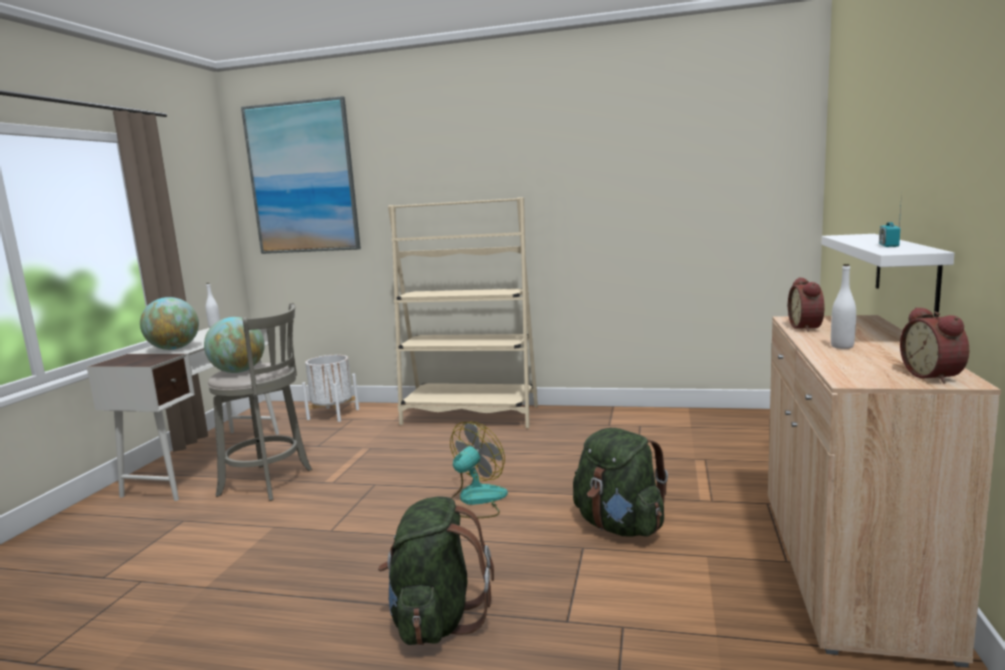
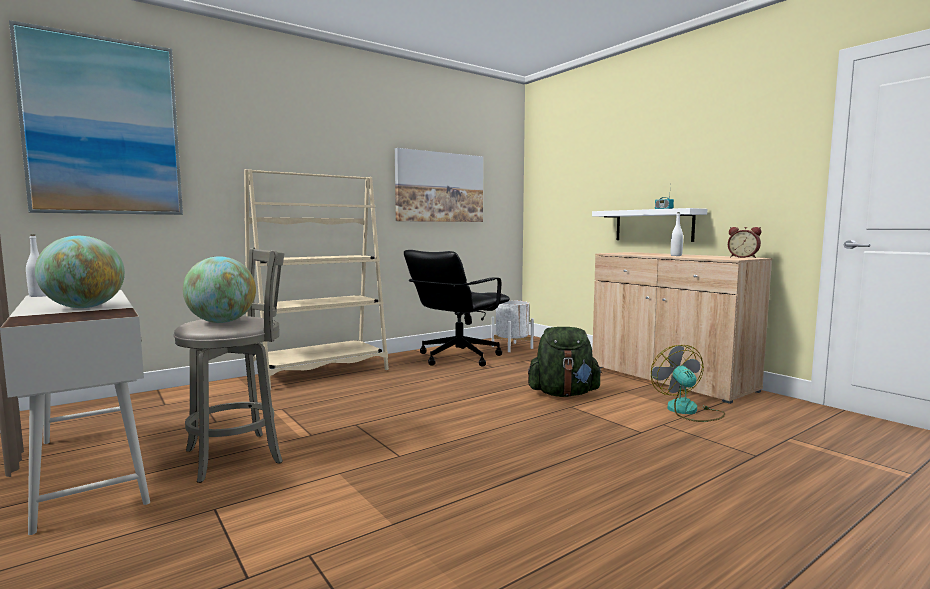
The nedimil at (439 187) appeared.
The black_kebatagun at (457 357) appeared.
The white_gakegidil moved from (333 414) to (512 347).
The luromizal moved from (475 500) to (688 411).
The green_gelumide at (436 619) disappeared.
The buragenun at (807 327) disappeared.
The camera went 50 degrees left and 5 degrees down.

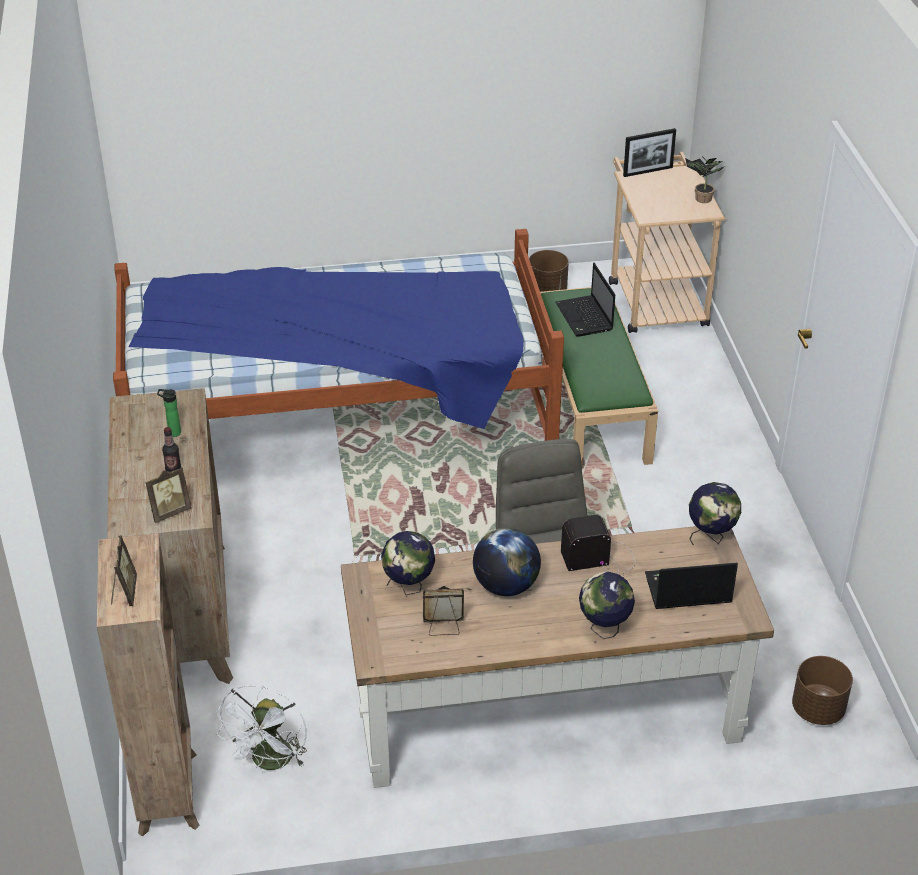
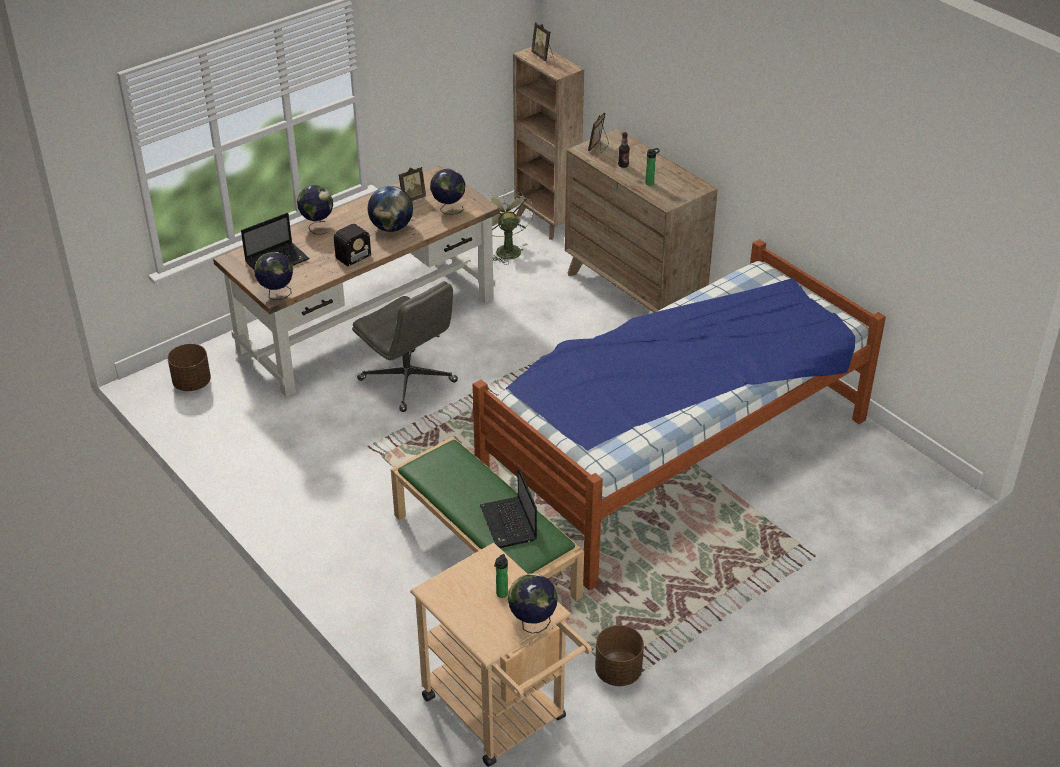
The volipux at (585 318) turned 150 degrees counterclockwise.
The white_luromizal at (270 763) became the green_luromizal at (506 249).
The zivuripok at (501 595) appeared.
The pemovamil at (648 171) was replaced by the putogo at (532 624).
The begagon at (701 199) disappeared.
The camera went 150 degrees right and 0 degrees up.

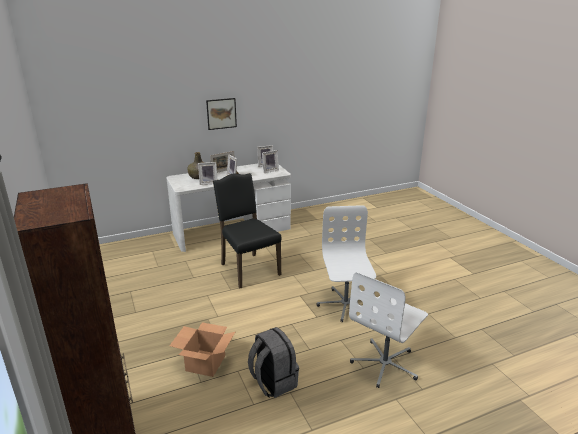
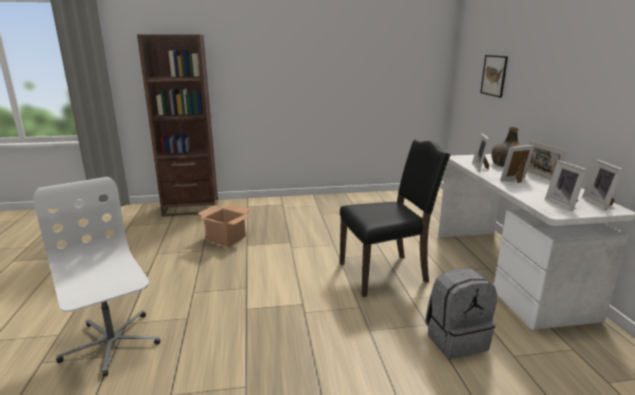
The grey_gelumide moved from (273 382) to (455 339).
The nedimil moved from (221 113) to (494 75).
The white_kebatagun at (345 305) disappeared.
The camera went 105 degrees right and 5 degrees down.

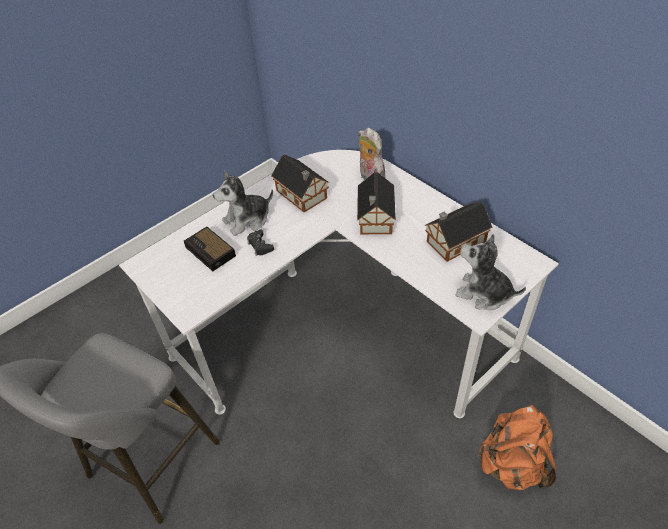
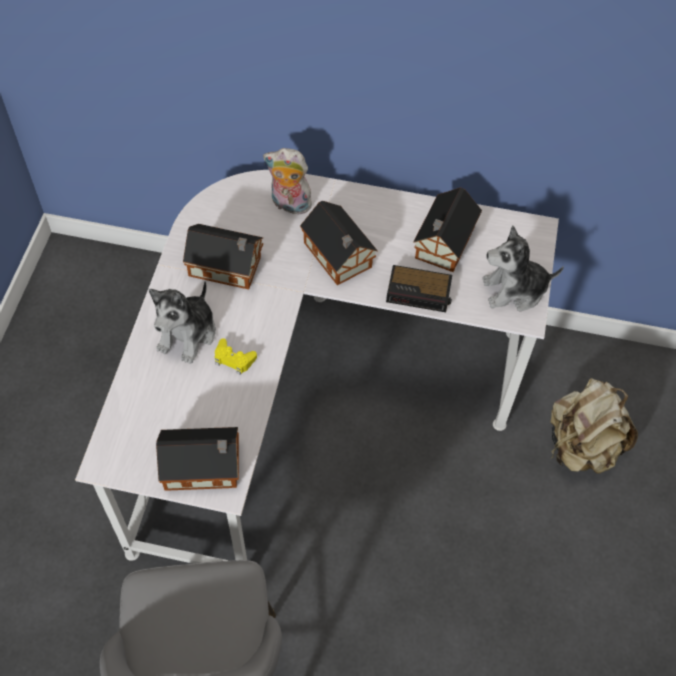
The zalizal at (204 468) appeared.
The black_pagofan at (260 245) became the yellow_pagofan at (234 359).
The buragenun moved from (211 252) to (420 292).
The orange_gelumide at (512 464) became the beige_gelumide at (581 446).
The camera went 40 degrees left and 10 degrees up.

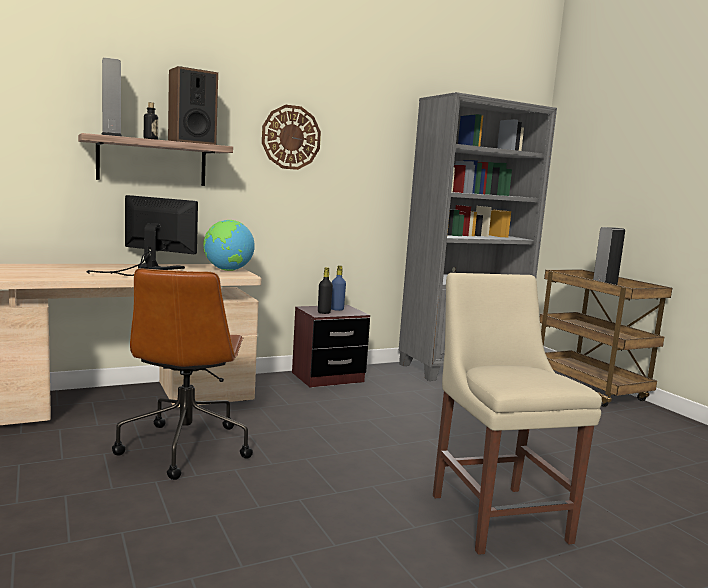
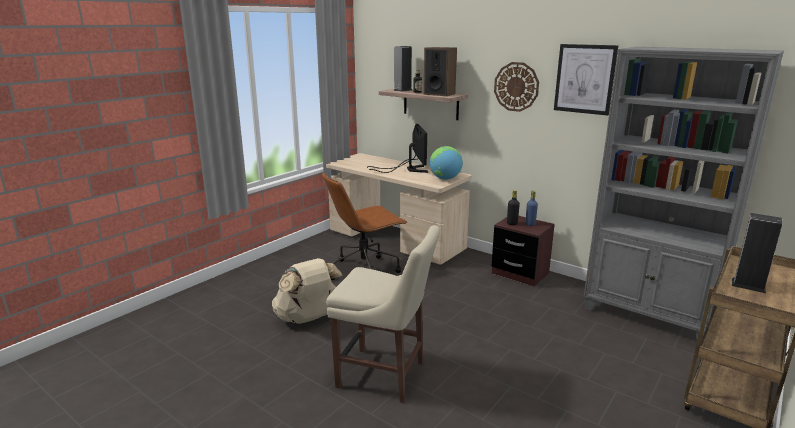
The beige_gelumide at (308 318) appeared.
The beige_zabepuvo at (496 514) turned 60 degrees clockwise.
The nedimil at (584 79) appeared.
The camera went 65 degrees right and 10 degrees up.

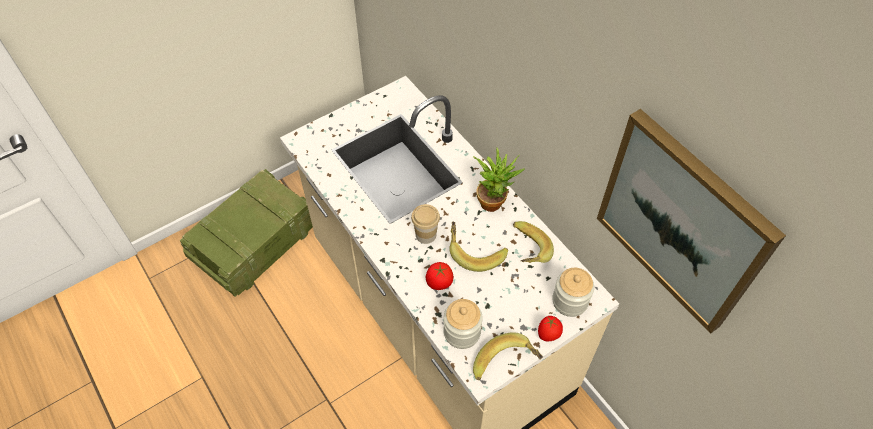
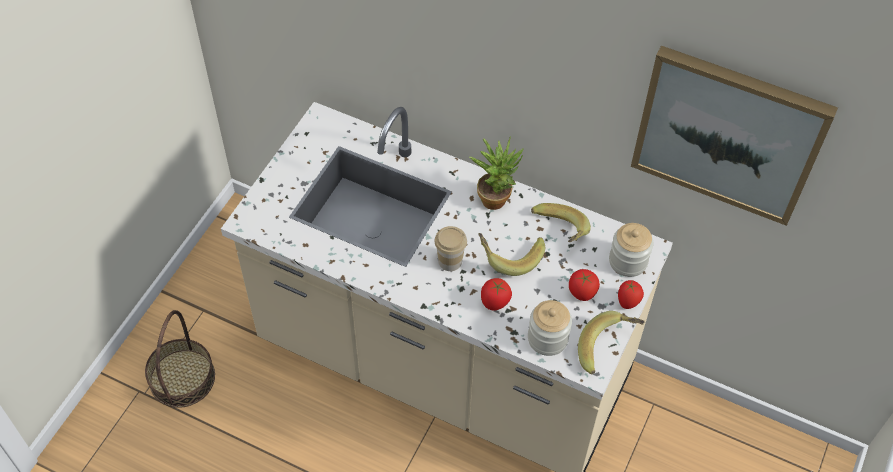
The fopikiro at (256 242) was replaced by the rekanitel at (182 378).
The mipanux at (581 292) appeared.
The camera went 30 degrees left and 0 degrees up.

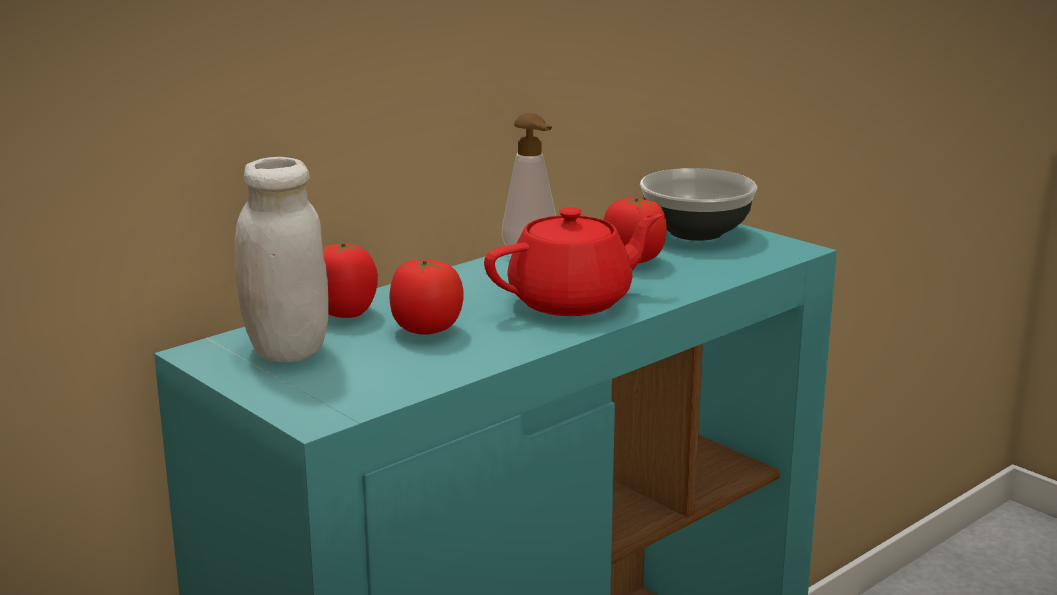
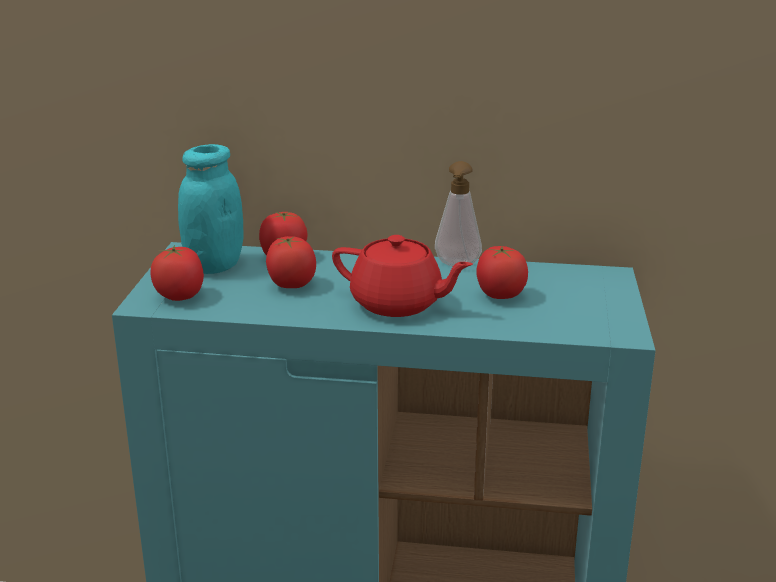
The mipanux at (180 296) appeared.
The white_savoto at (286 350) became the turquoise_savoto at (214 265).
The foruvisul at (695 232) disappeared.
The camera went 50 degrees right and 5 degrees up.

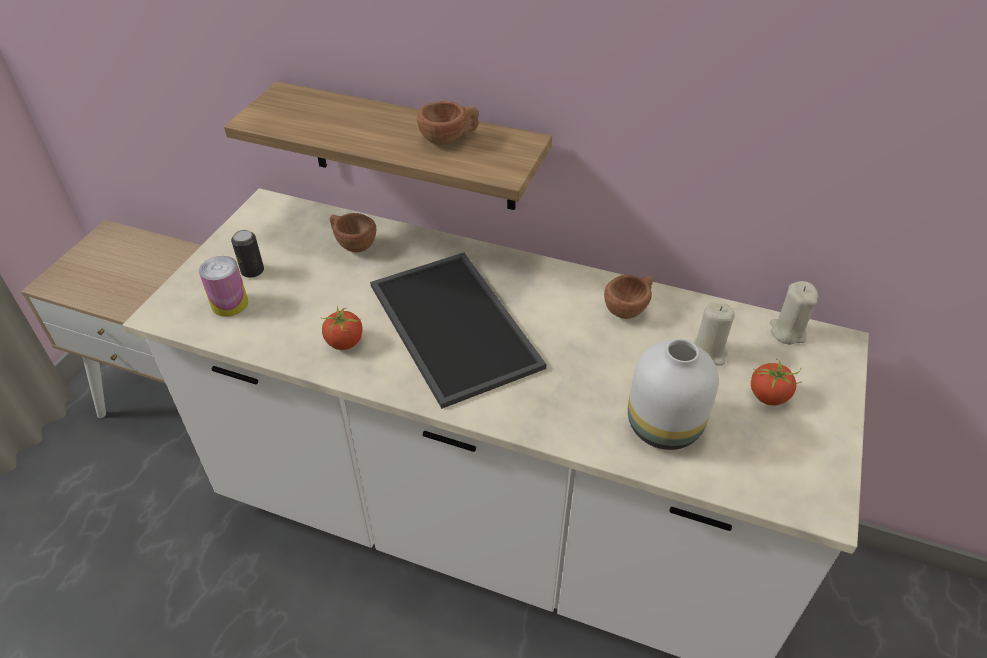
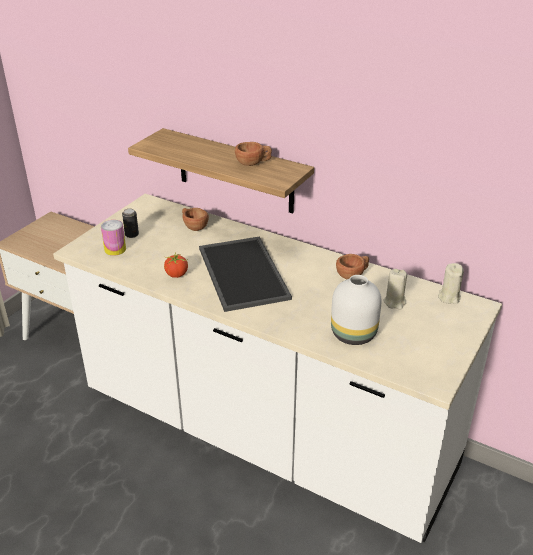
The mipanux at (768 396) disappeared.
The camera went 10 degrees right and 10 degrees down.

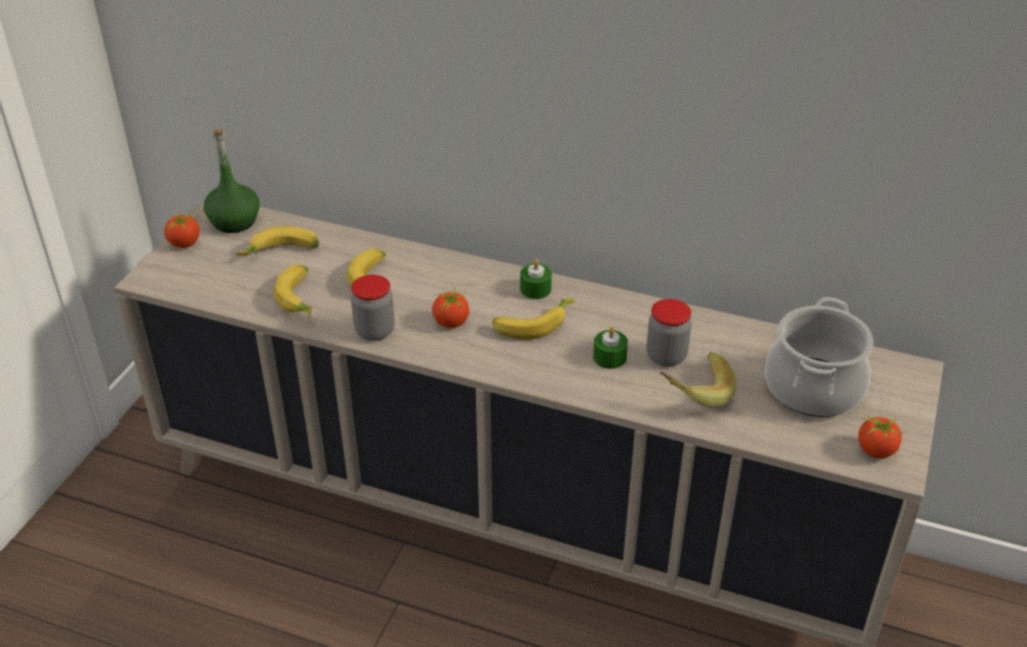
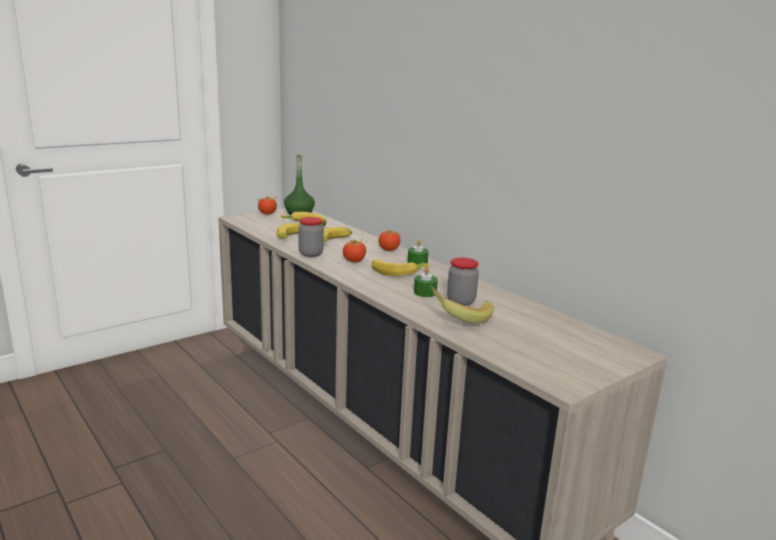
The mipanux moved from (876 450) to (389 249).
The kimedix at (814 388) disappeared.
The camera went 30 degrees right and 20 degrees down.

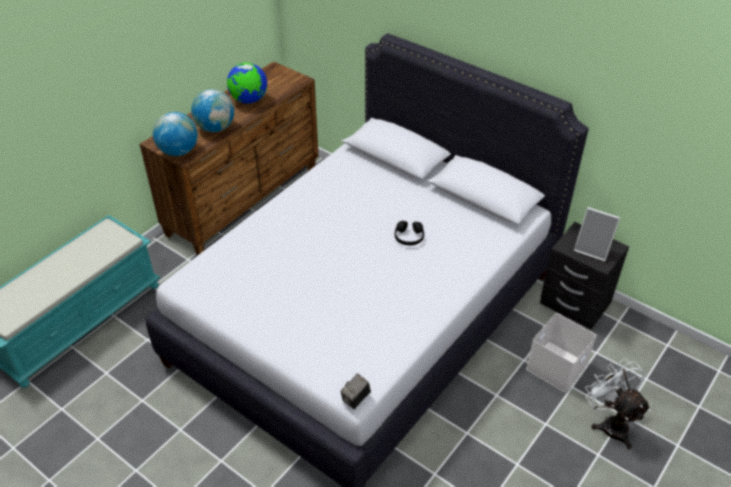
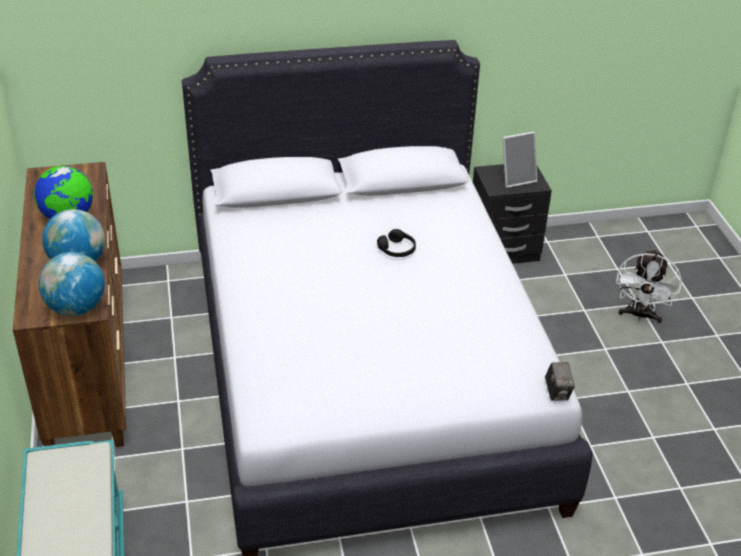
The white_luromizal at (610 423) turned 90 degrees counterclockwise.
The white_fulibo at (556 365) disappeared.
The camera went 50 degrees left and 5 degrees down.

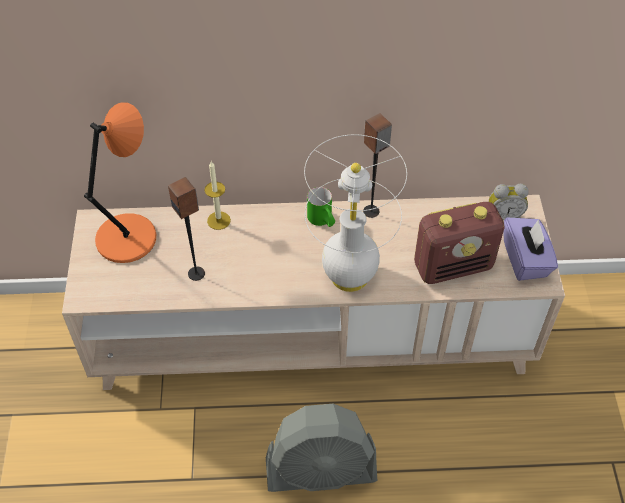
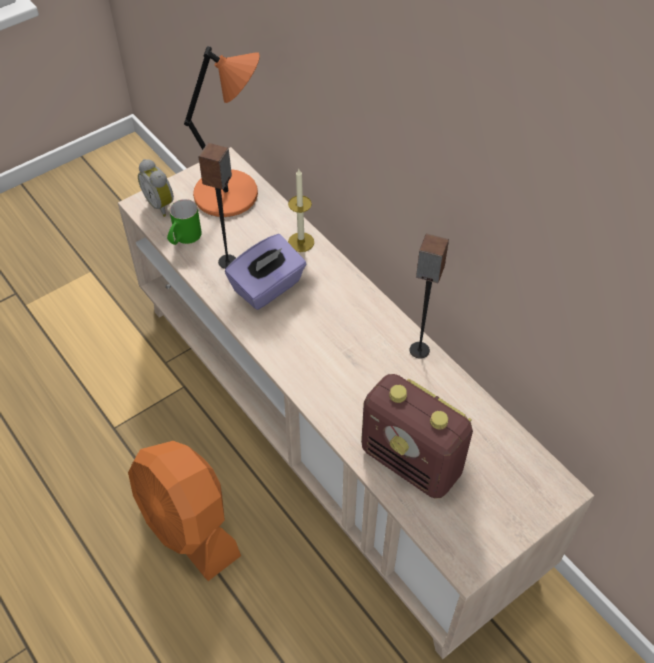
The grey_luromizal at (321 471) became the orange_luromizal at (188 526).
The buragenun moved from (503 215) to (161 204).
The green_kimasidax moved from (322 221) to (184 239).
The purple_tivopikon moved from (525 260) to (268 287).
The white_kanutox at (349 275) disappeared.
The camera went 55 degrees right and 0 degrees up.

